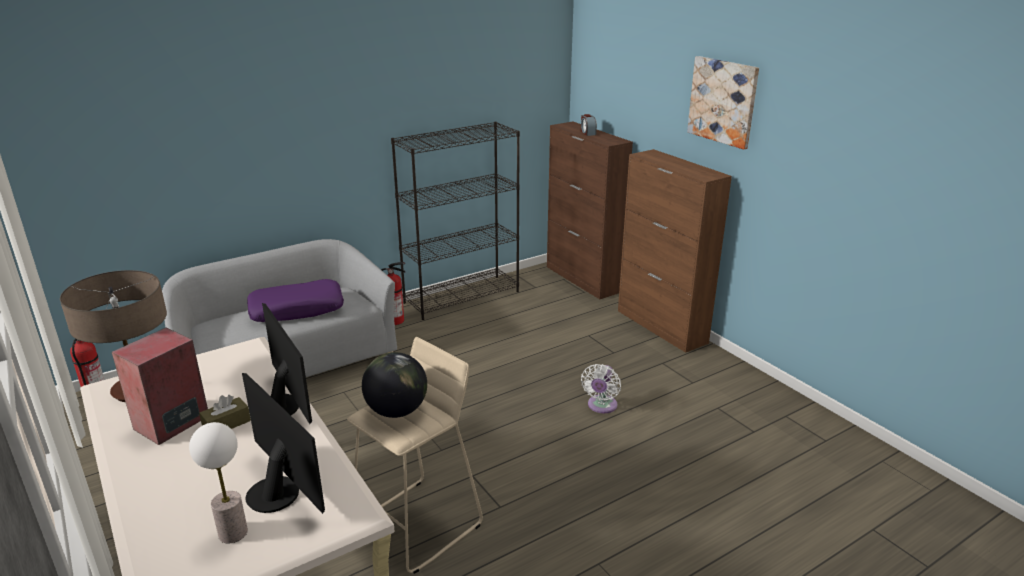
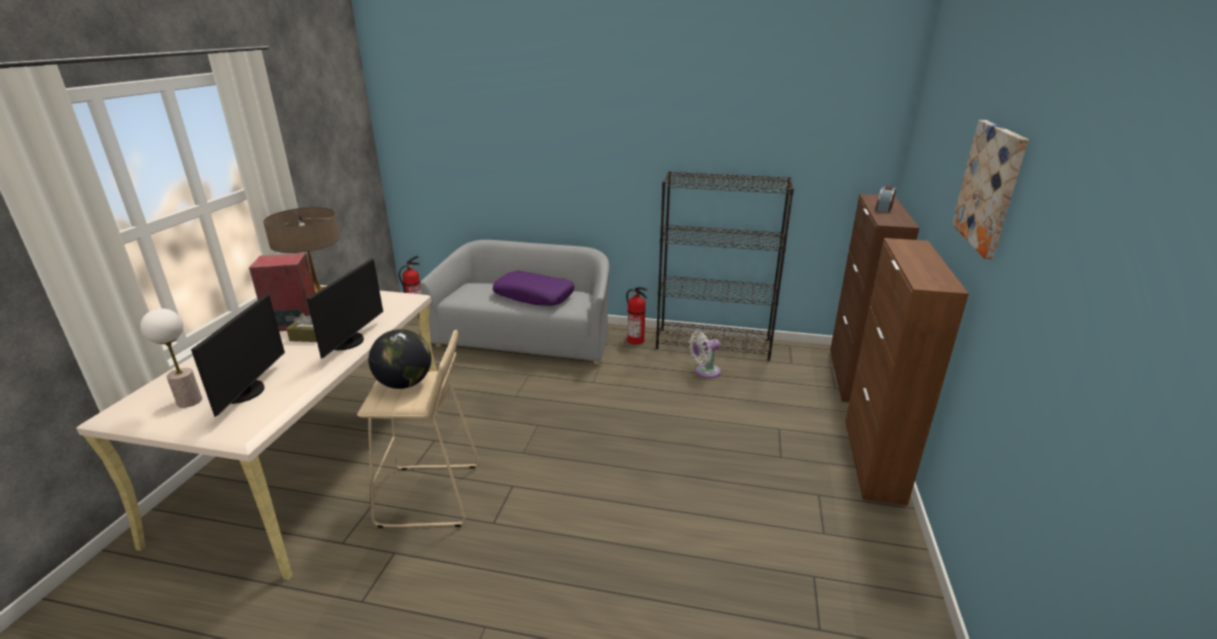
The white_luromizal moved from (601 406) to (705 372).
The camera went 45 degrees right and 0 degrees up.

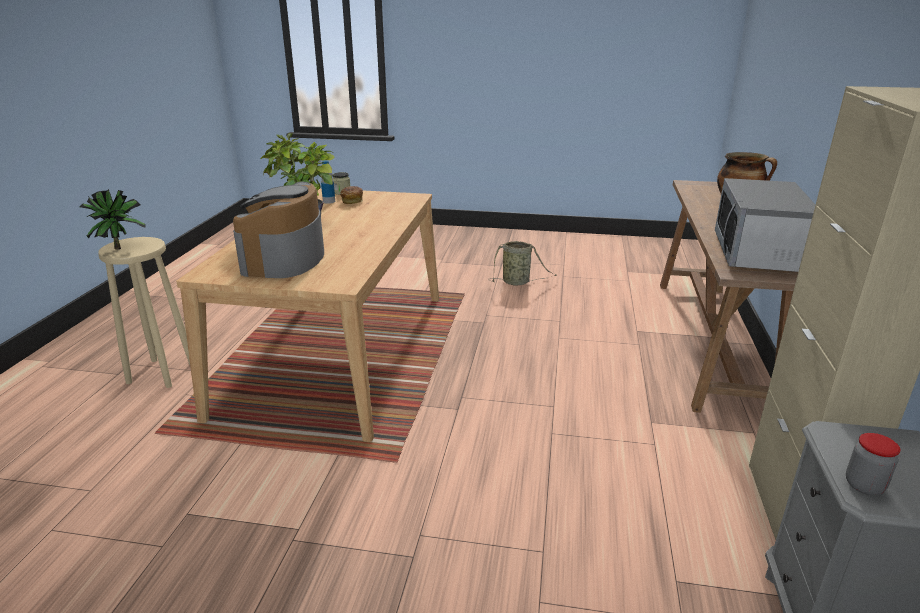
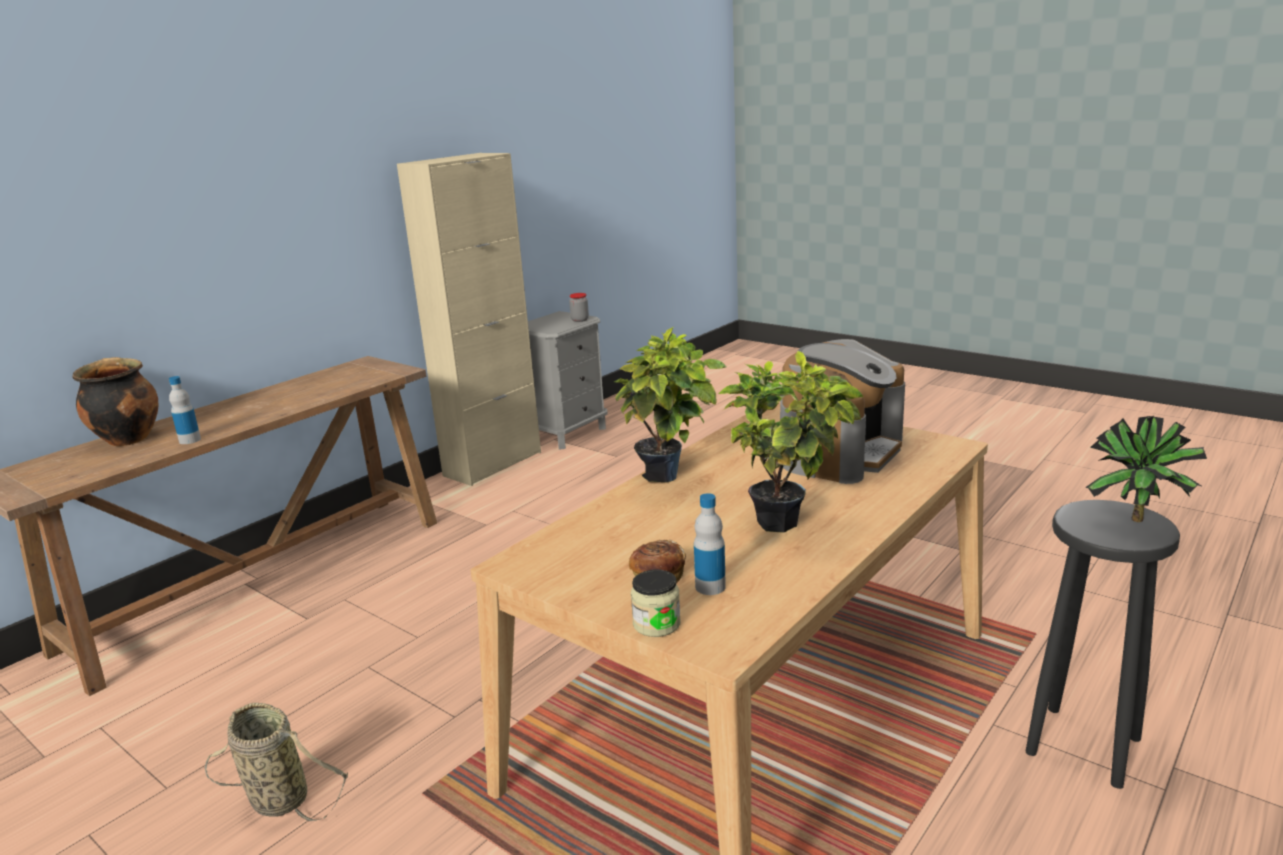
The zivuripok at (190 440) appeared.
The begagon at (668 479) appeared.
The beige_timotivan at (162 372) became the black_timotivan at (1082 746).
The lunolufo at (757 254) disappeared.
The camera went 150 degrees left and 5 degrees down.

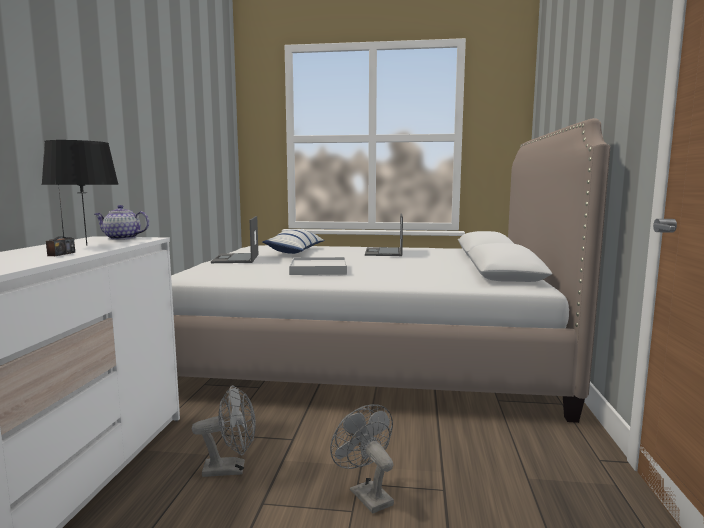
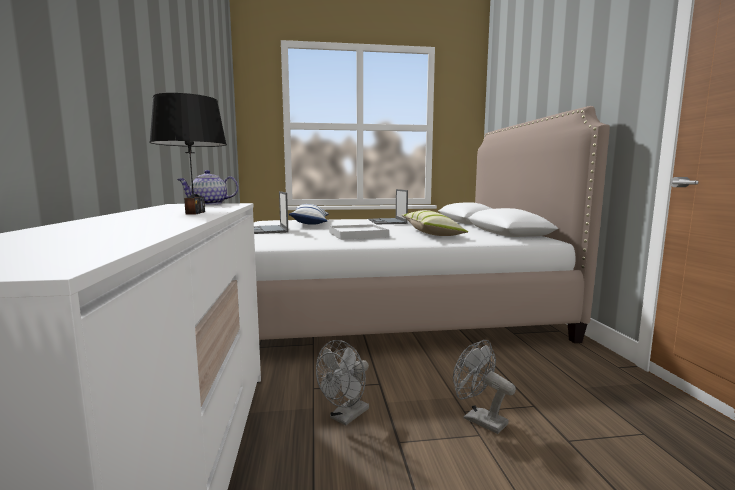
The grey_luromizal at (231 469) turned 150 degrees clockwise.
The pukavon at (431 233) appeared.
The camera went 15 degrees left and 0 degrees up.

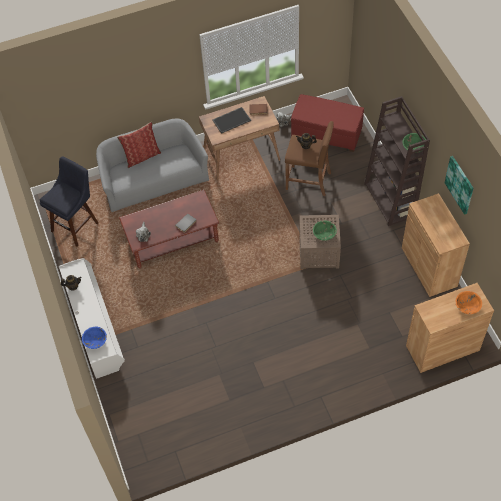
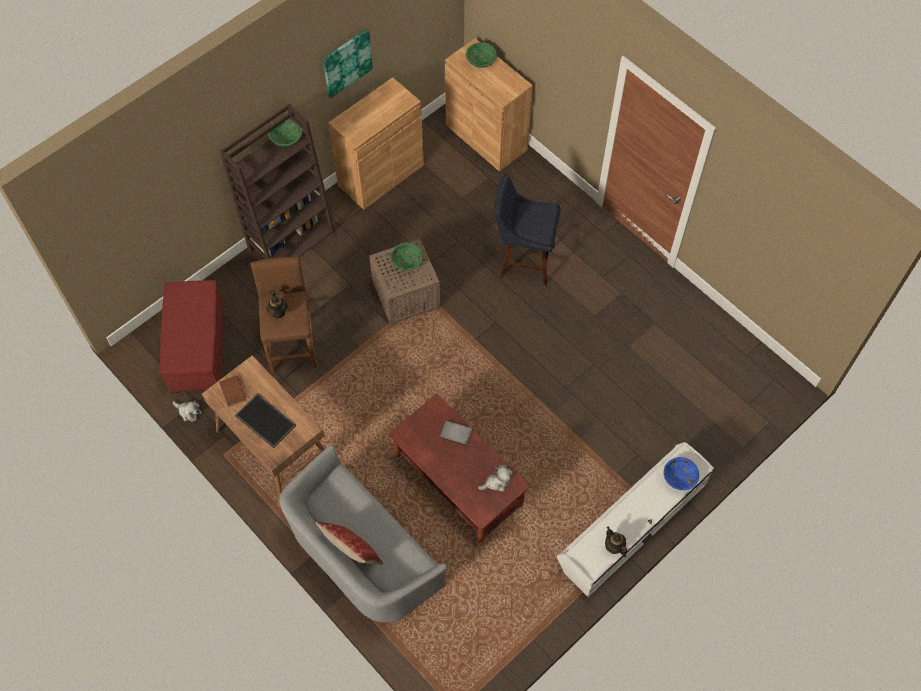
The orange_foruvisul at (467 306) became the green_foruvisul at (481 61).
The blue_timotivan moved from (77 225) to (523 260).
The camera went 115 degrees left and 5 degrees up.

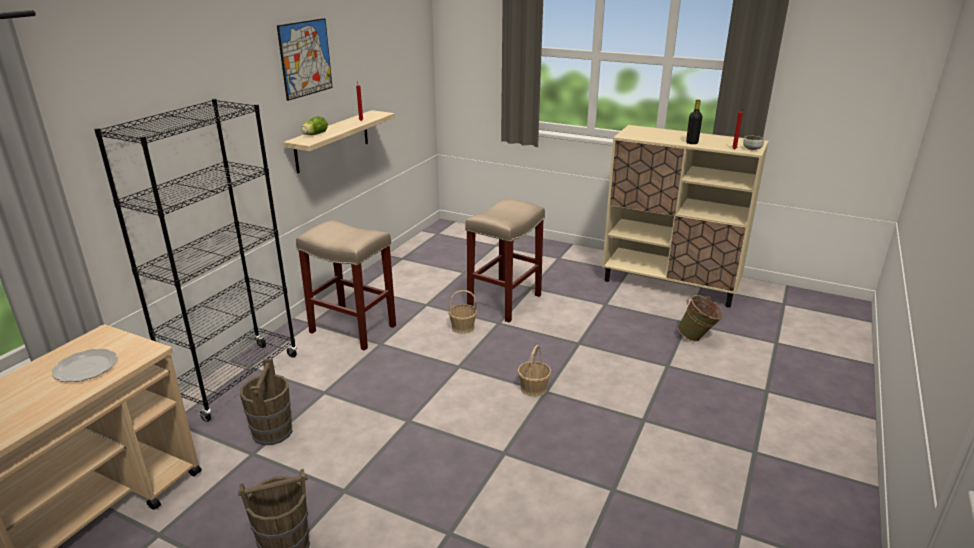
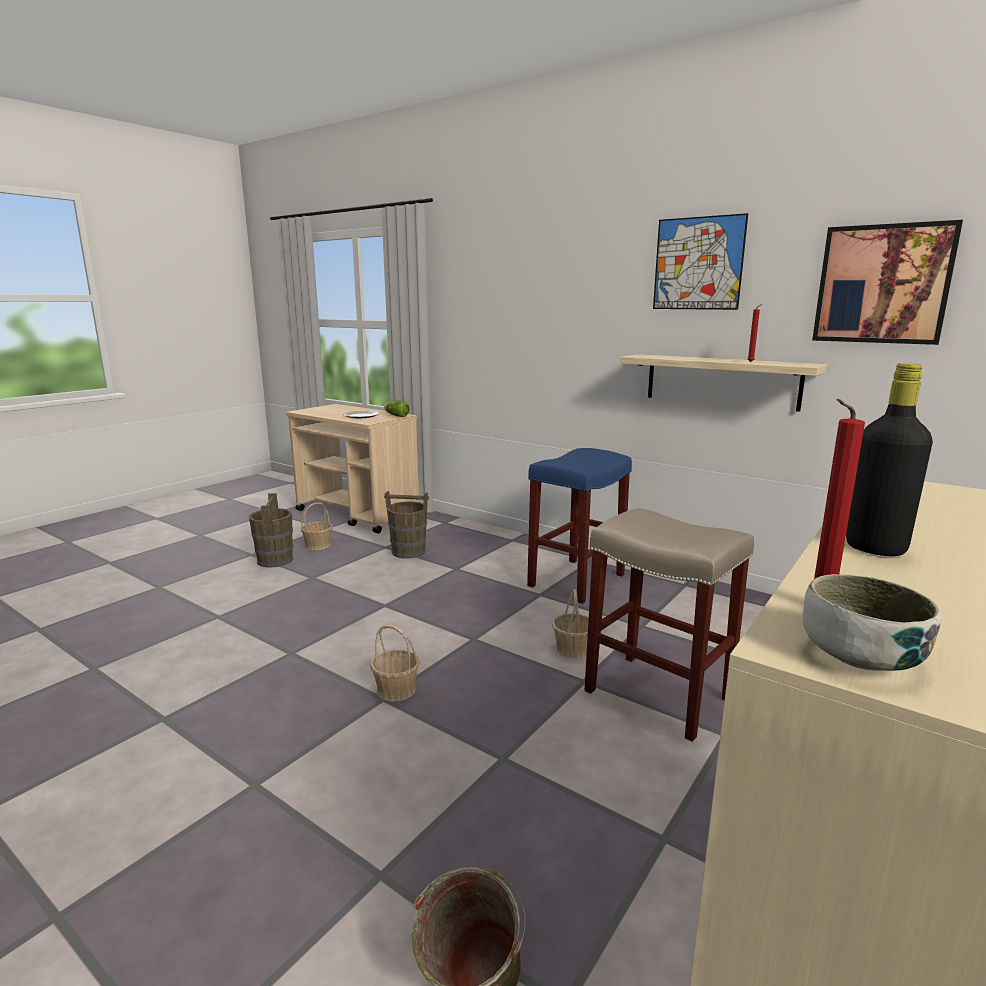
The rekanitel at (318 545) appeared.
The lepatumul moved from (314 135) to (396 415).
The beige_timotivan at (351 329) became the blue_timotivan at (576 580).
The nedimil at (882 284) appeared.
The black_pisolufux at (236 380) disappeared.
The camera went 100 degrees right and 10 degrees down.

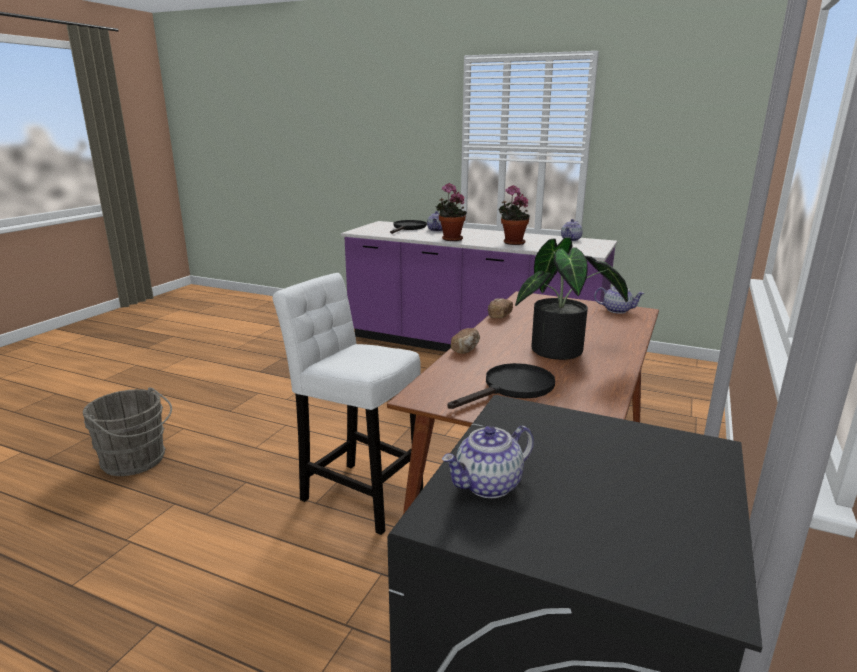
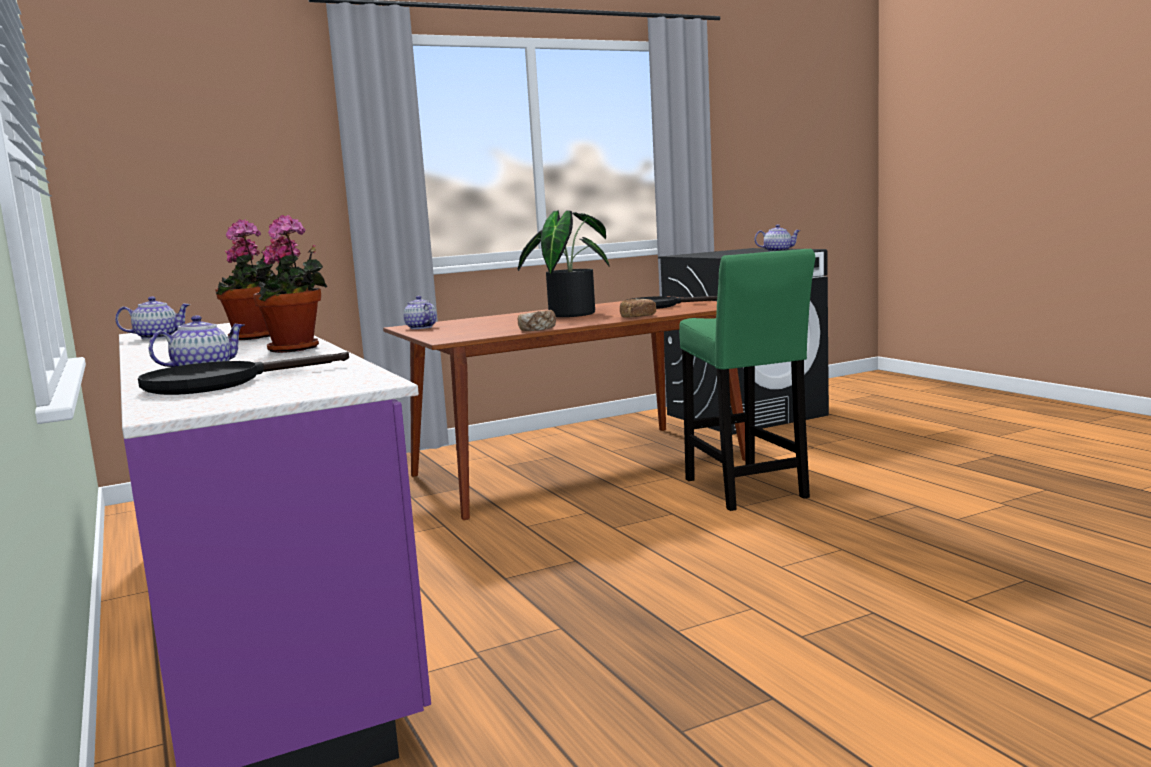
The white_timotivan at (357 494) became the green_timotivan at (746 491).
The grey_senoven at (136 461) disappeared.
The camera went 140 degrees left and 10 degrees down.

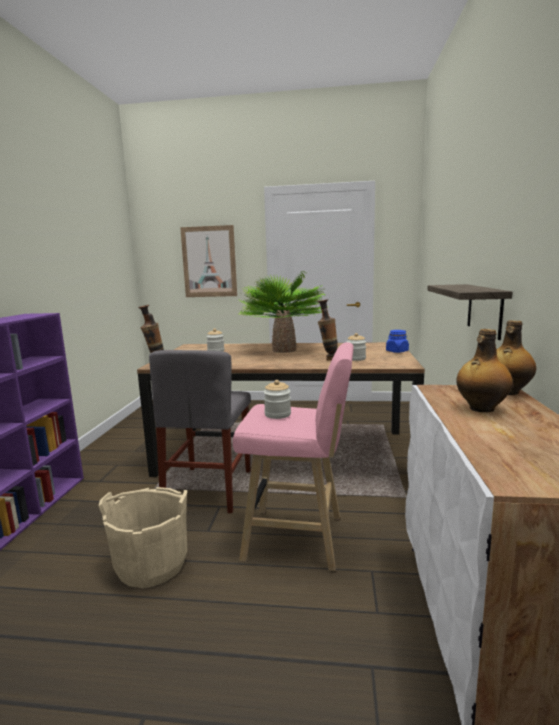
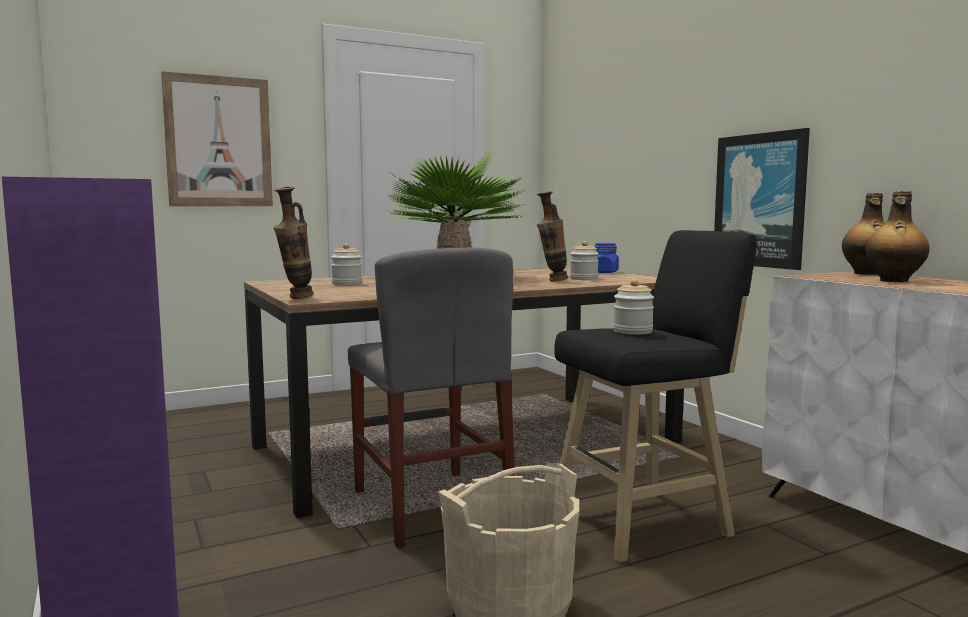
The pink_timotivan at (299 538) became the black_timotivan at (646 521).
The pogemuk at (484 310) was replaced by the nedimil at (760 200).
The camera went 35 degrees left and 5 degrees down.

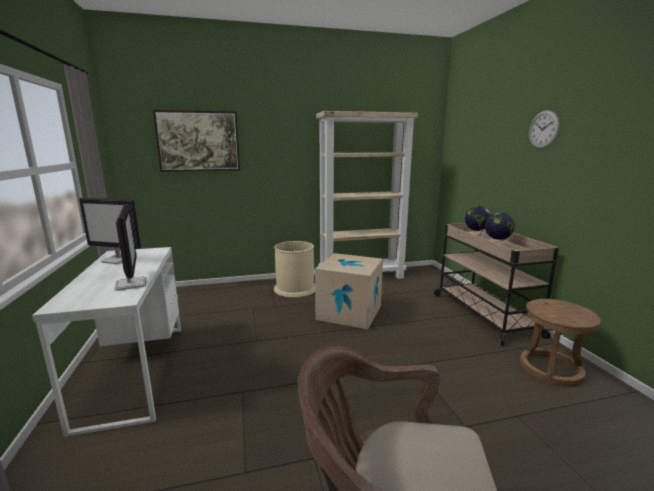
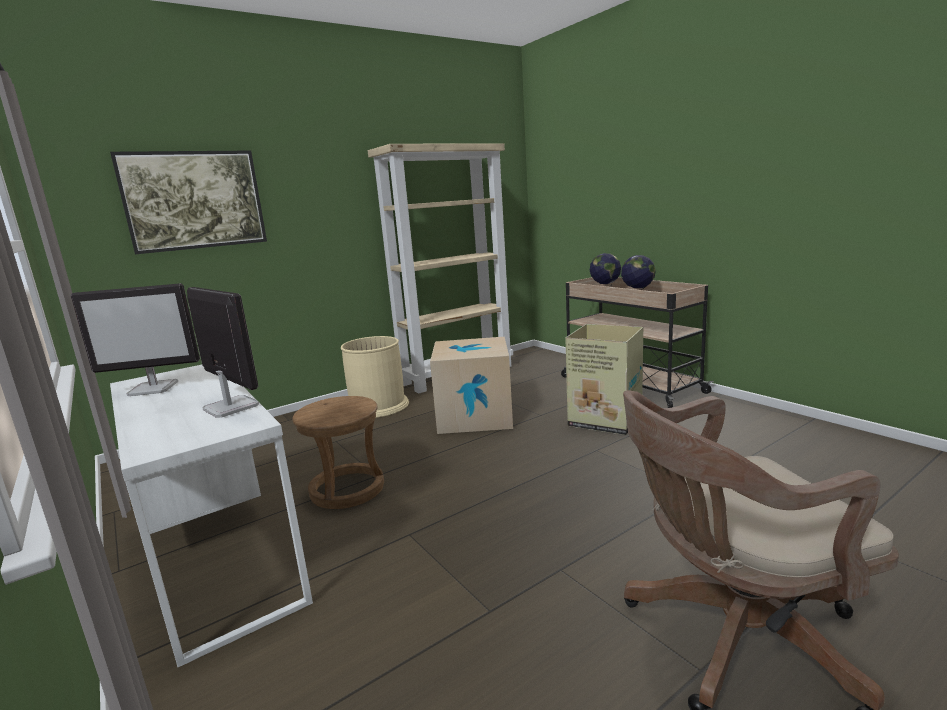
The brown_timotivan moved from (551 369) to (348 489).
The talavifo at (604 420) appeared.
The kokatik at (543 129) disappeared.
The camera went 20 degrees left and 0 degrees up.

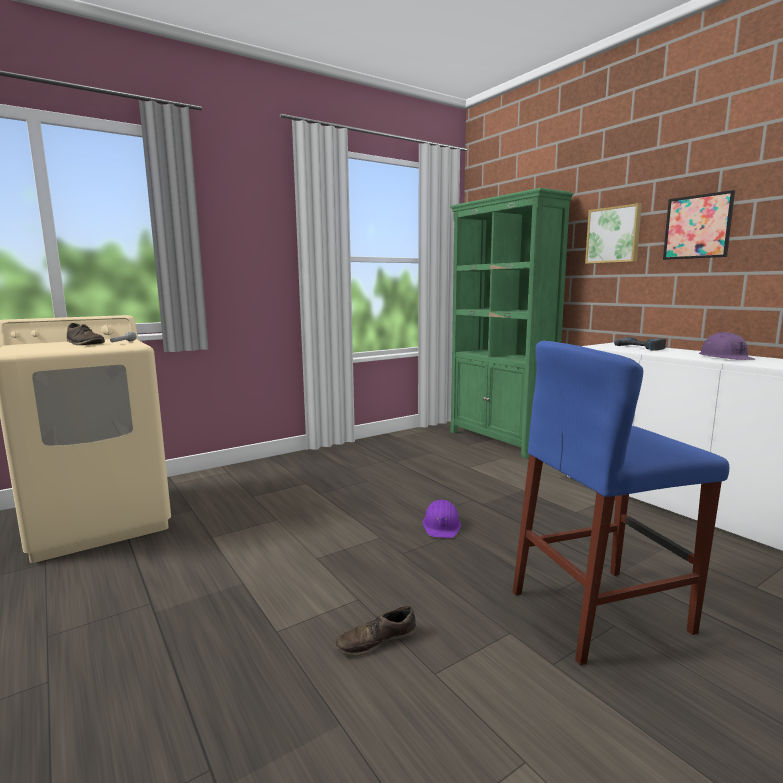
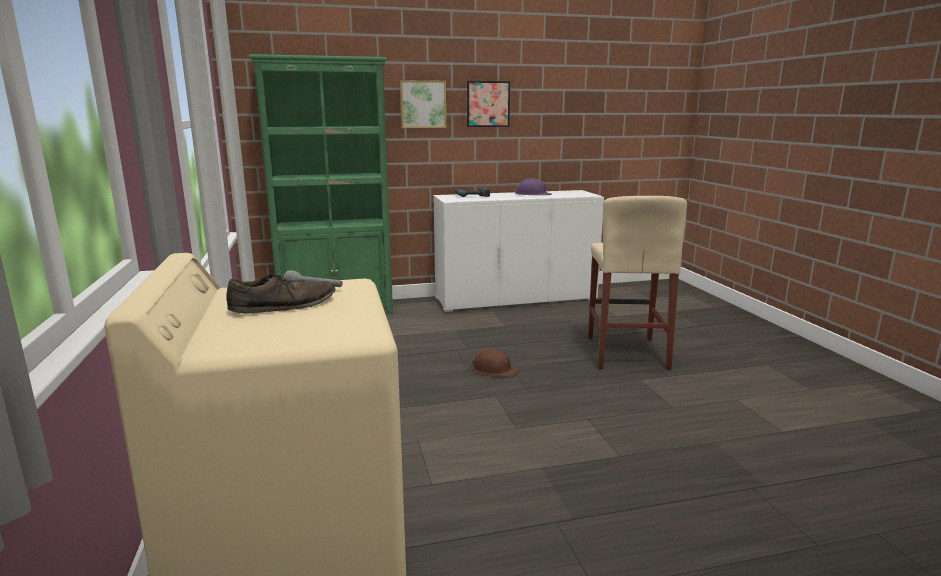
The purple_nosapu at (442 526) became the brown_nosapu at (494 370).
The blue_timotivan at (600 611) became the beige_timotivan at (626 353).
The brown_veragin at (376 640) disappeared.
The camera went 70 degrees left and 5 degrees up.

